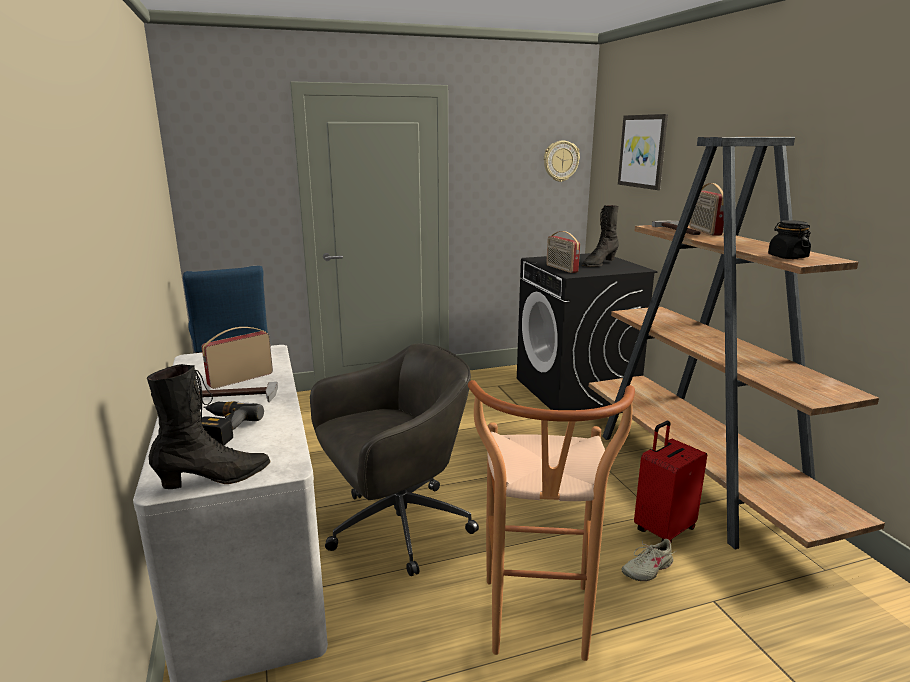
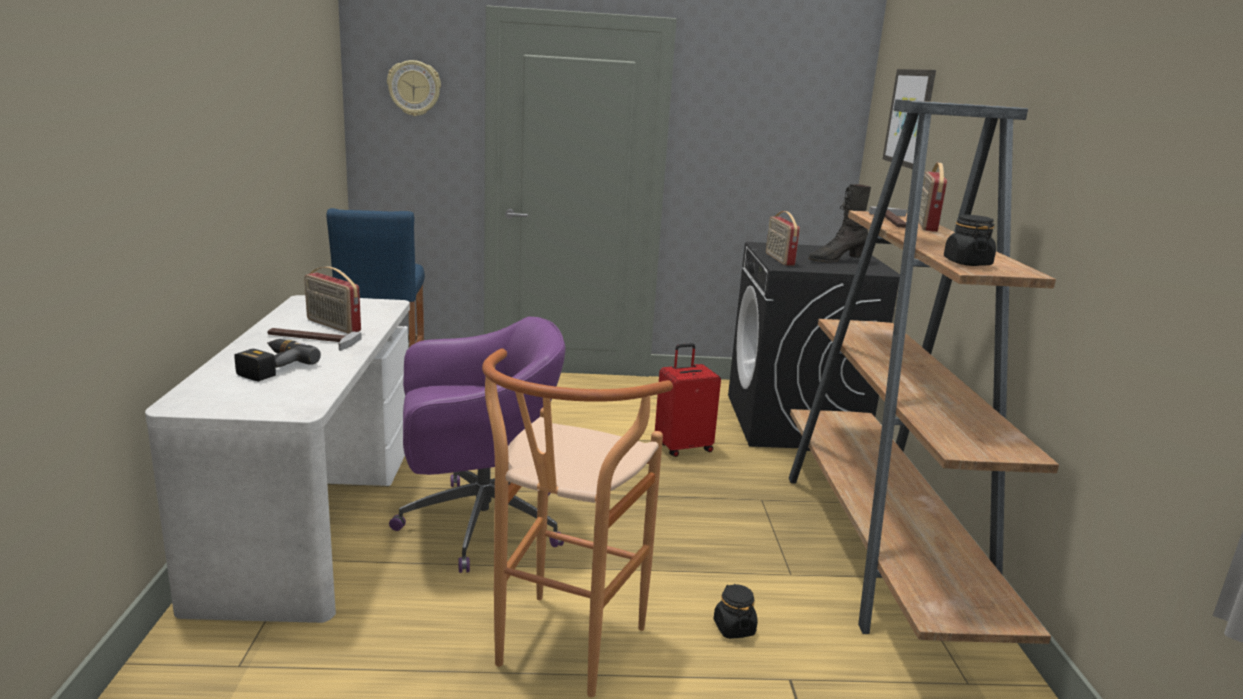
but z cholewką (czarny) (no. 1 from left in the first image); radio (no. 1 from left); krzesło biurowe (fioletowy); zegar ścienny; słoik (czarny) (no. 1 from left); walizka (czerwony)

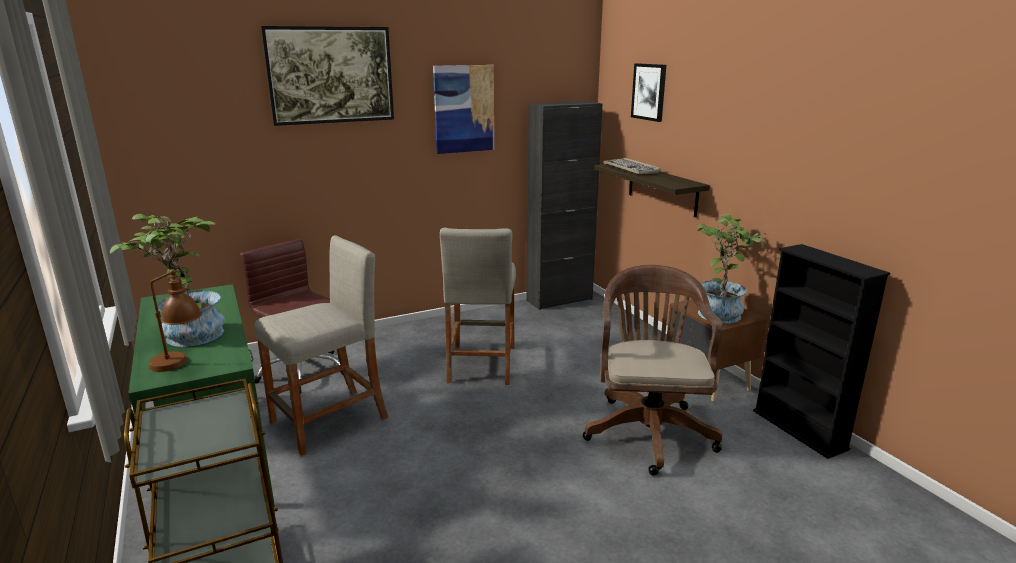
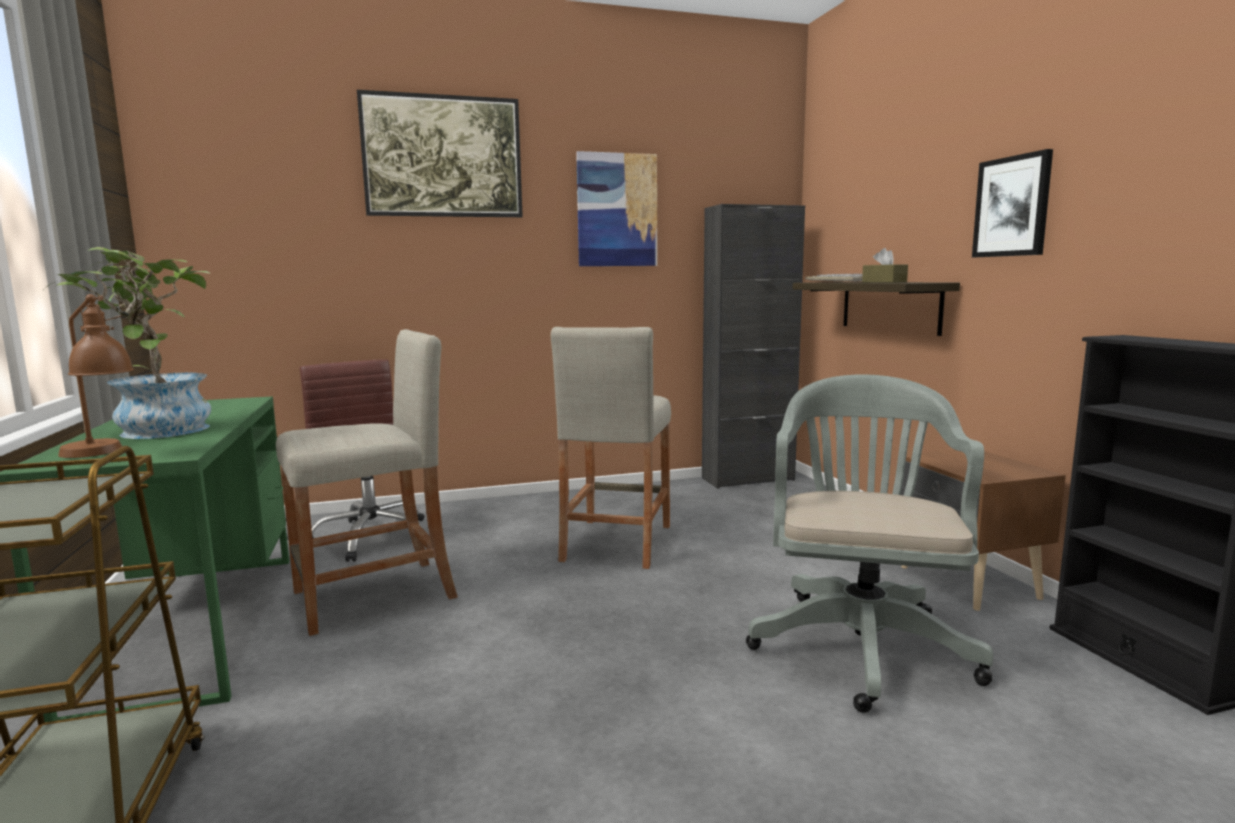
krzesło biurowe (szary); obraz (no. 3 from left); roślina doniczkowa (no. 2 from left in the first image); pudełko chusteczek (brązowy)

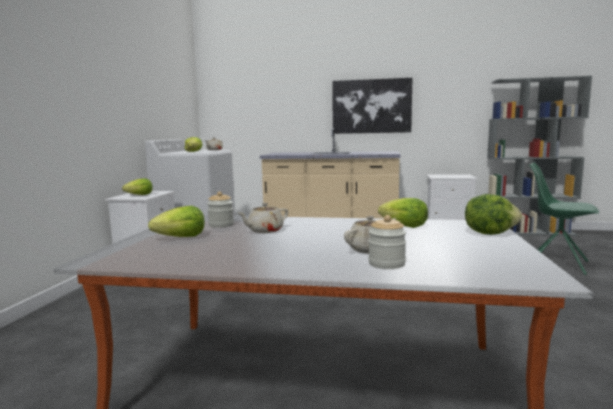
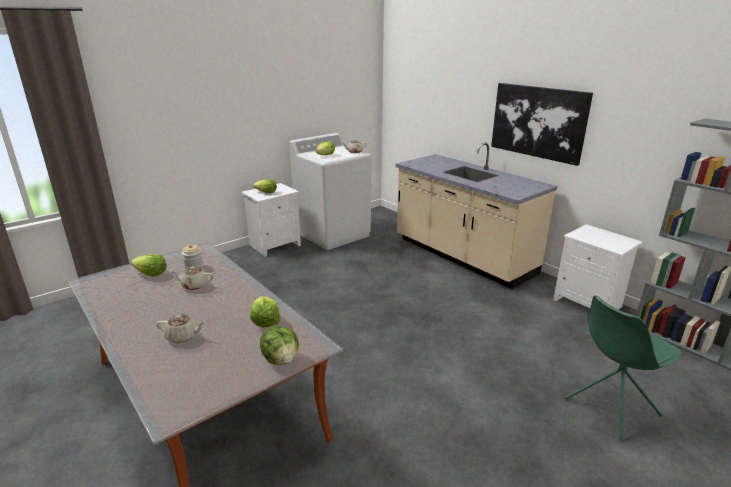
słoik (no. 2 from left in the first image); krzesło (zielony)

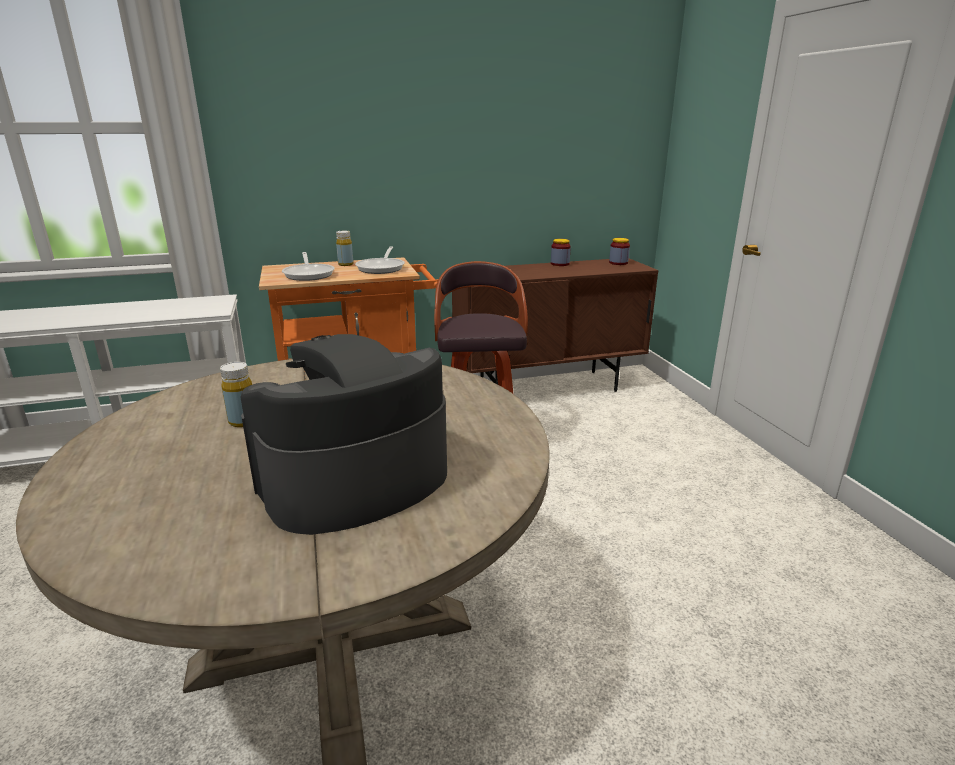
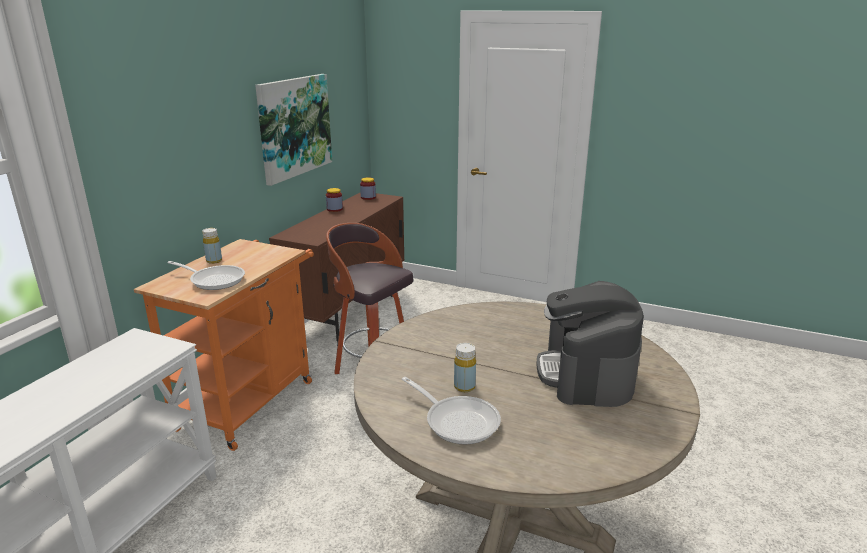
patelnia (no. 2 from left); obraz

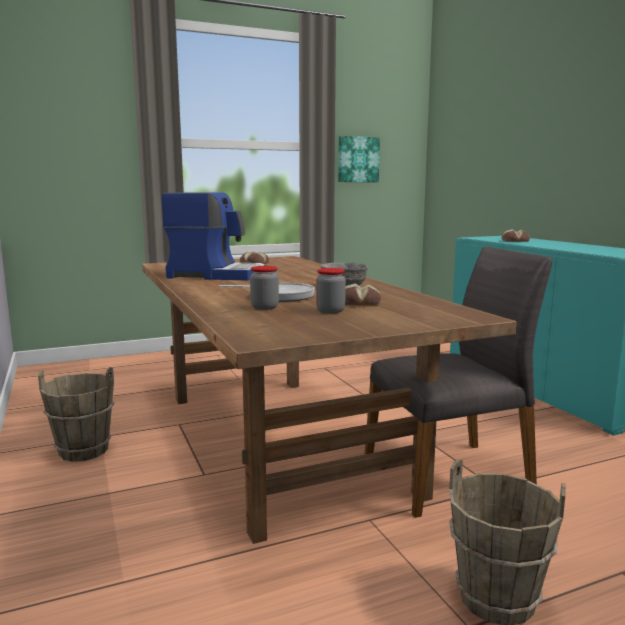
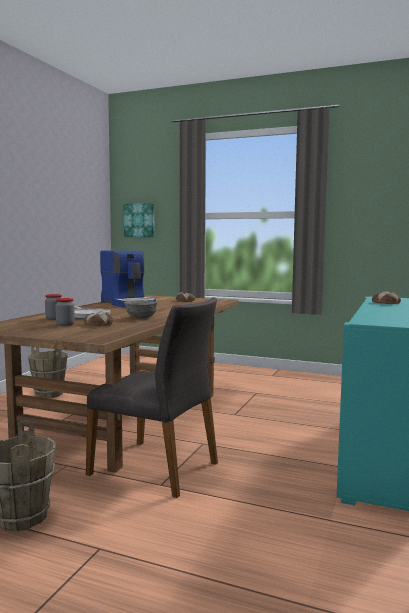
obraz

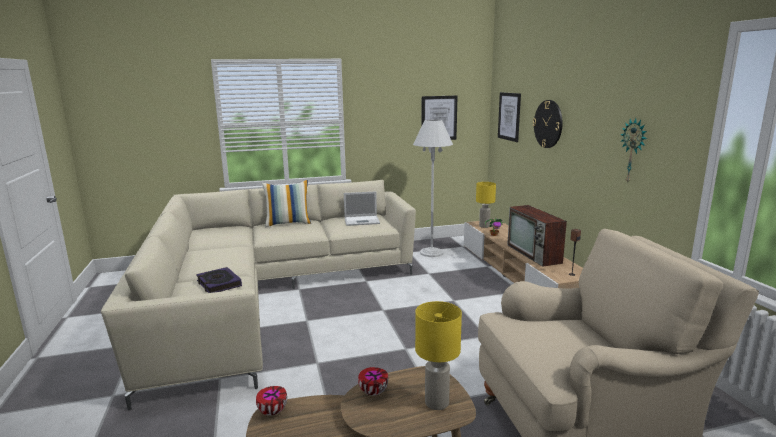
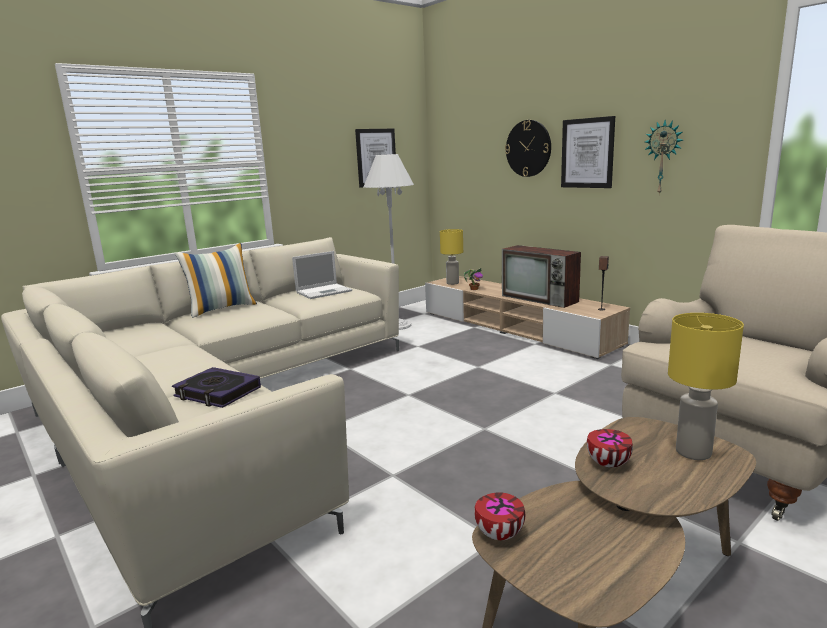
obraz (no. 2 from left)

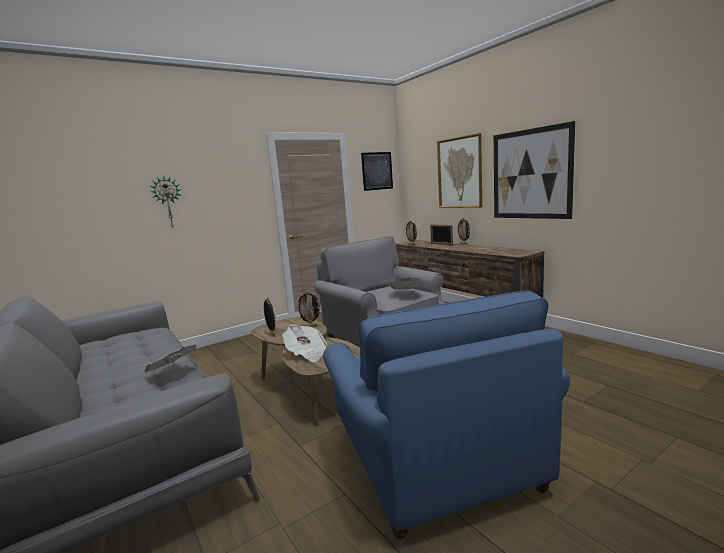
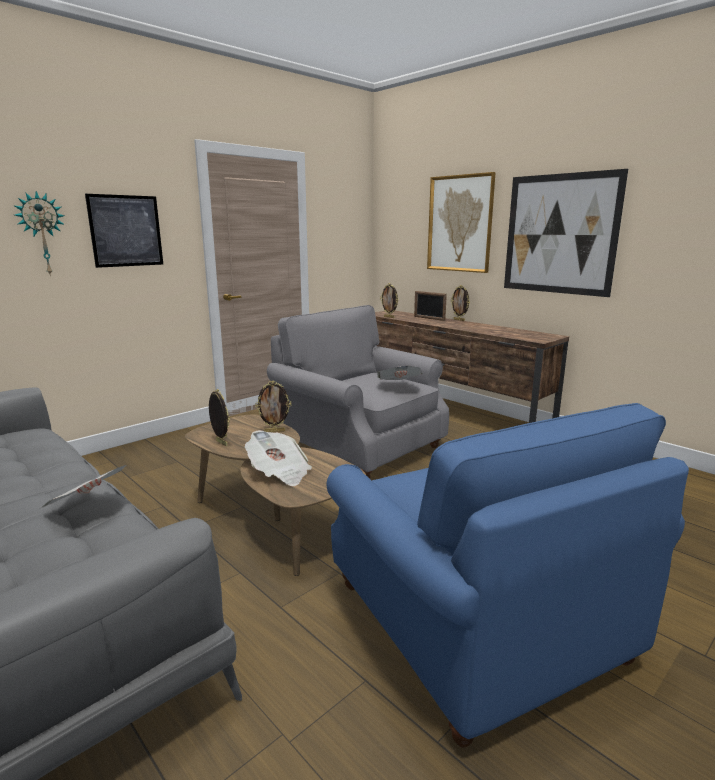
obraz (no. 1 from left)

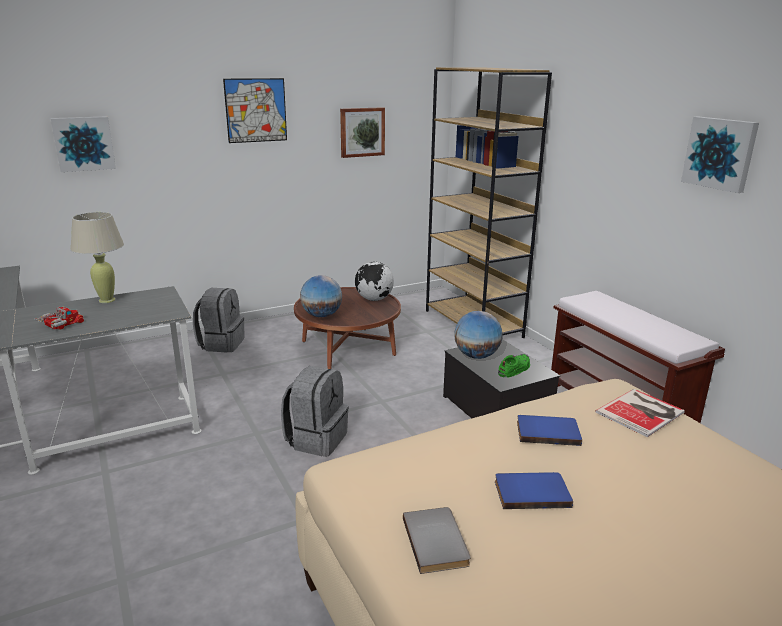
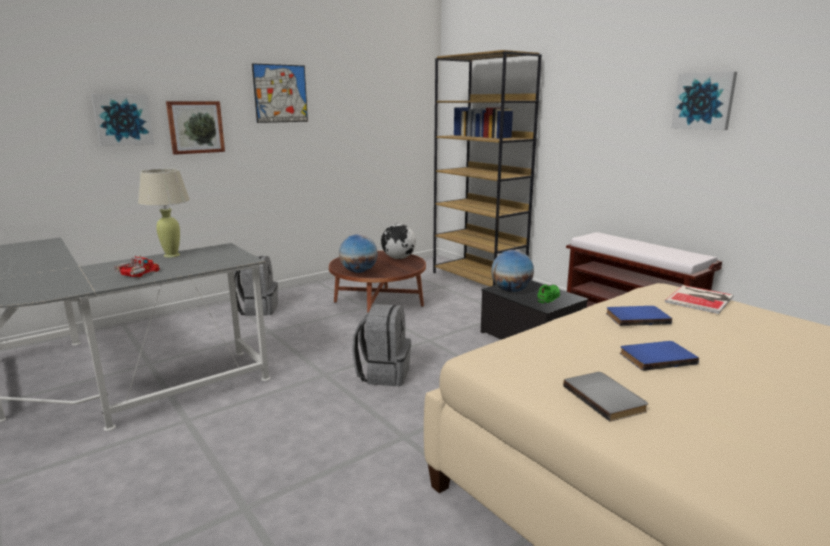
obraz (no. 2 from left)

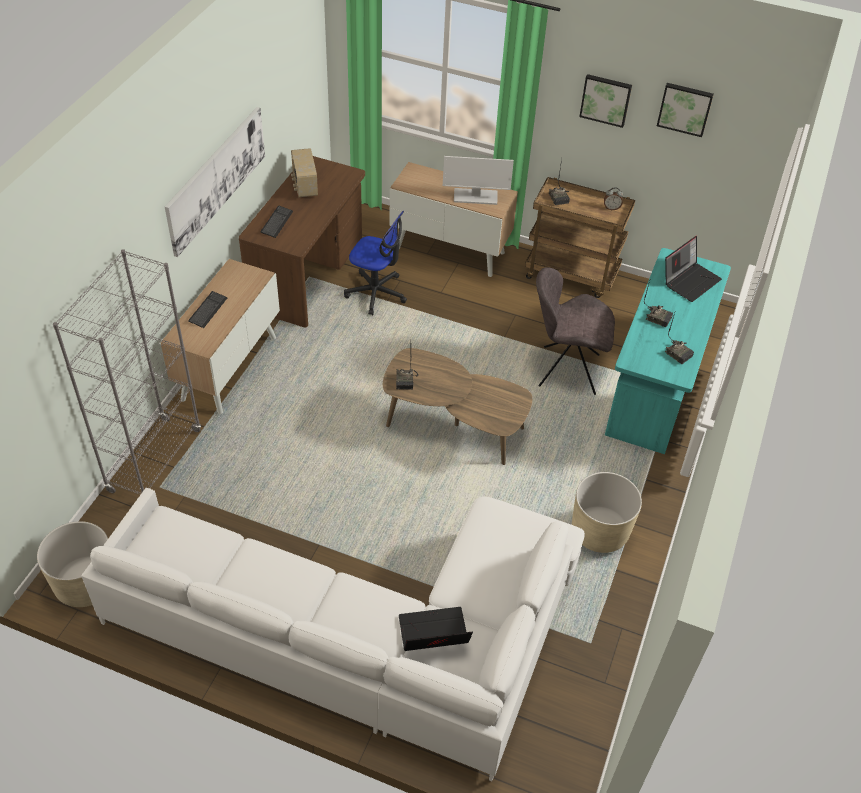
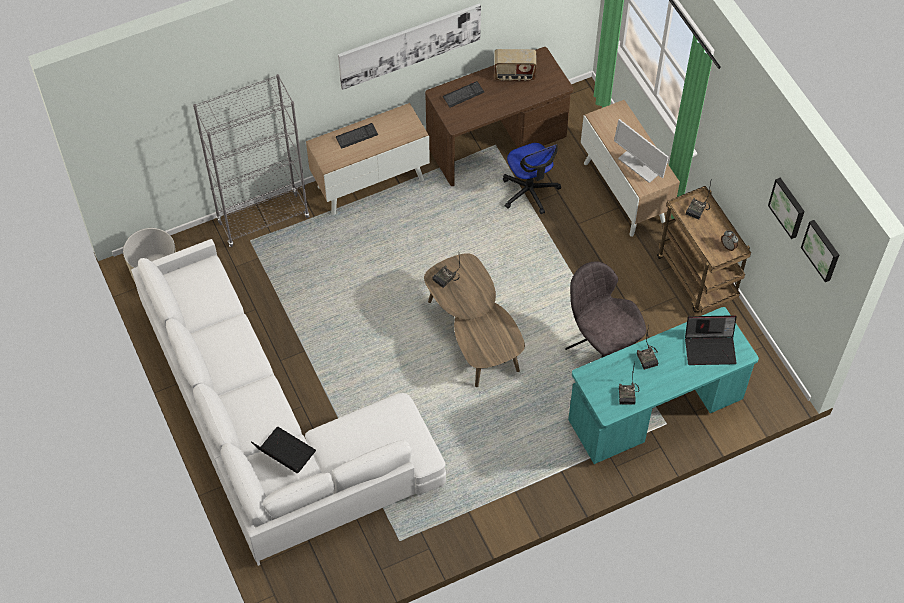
radio (no. 2 from left); donica (beżowy) (no. 2 from left in the first image); obraz (no. 3 from left)

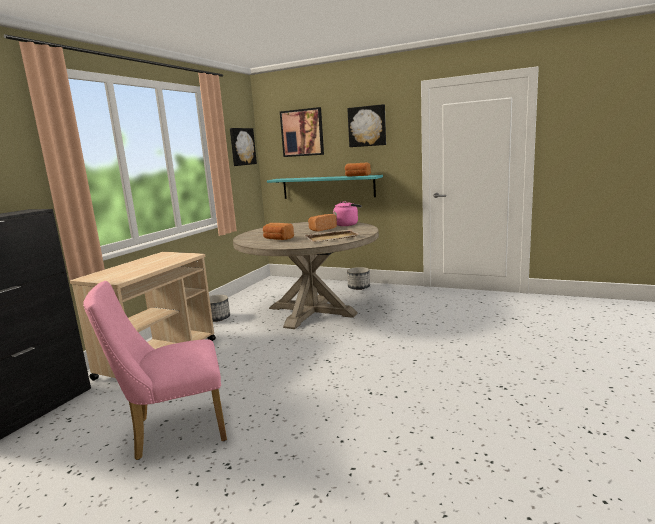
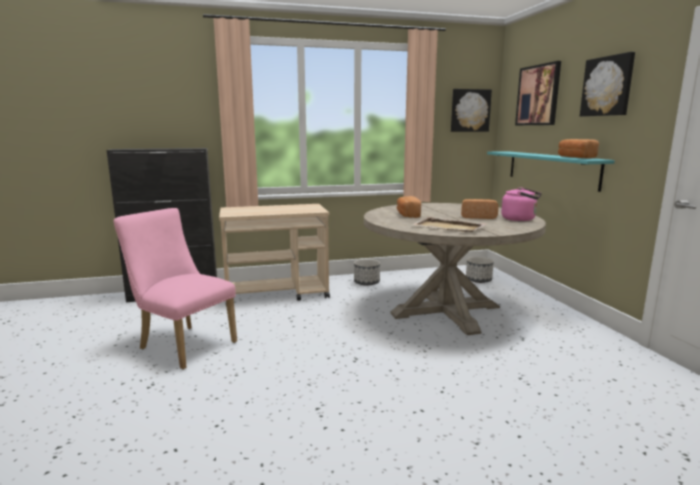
donica (no. 2 from left)

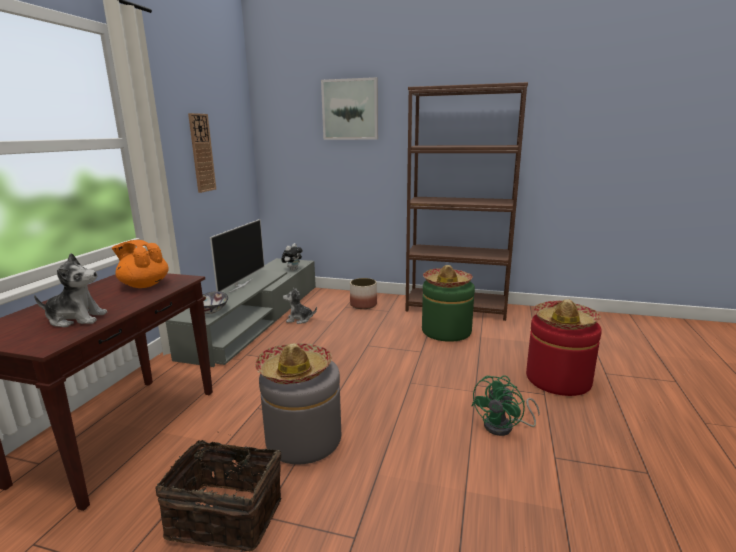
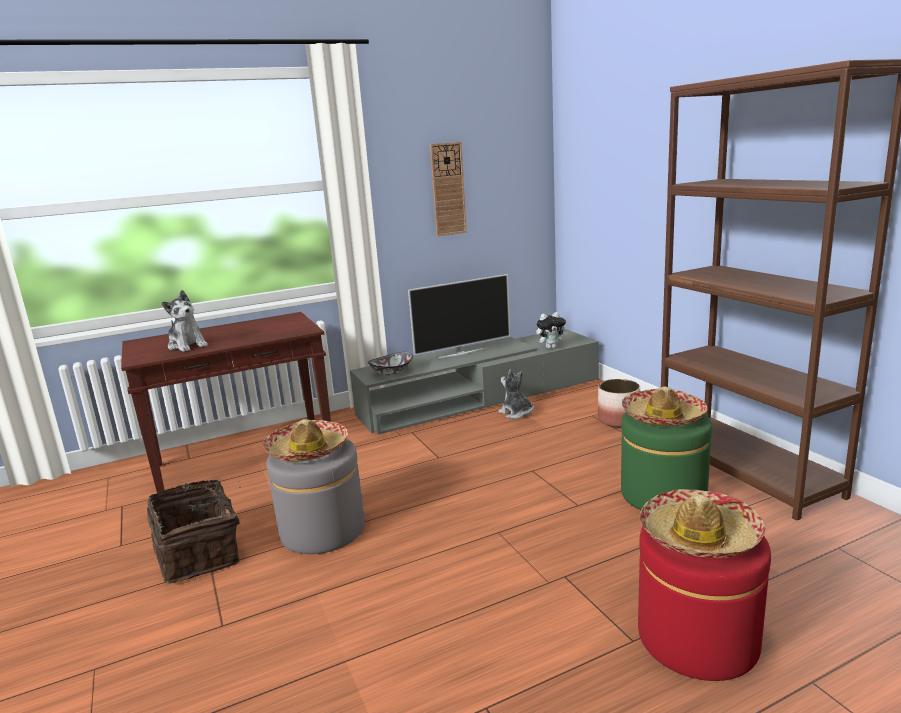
imbryk (pomarańczowy); obraz; wentylator (zielony)

